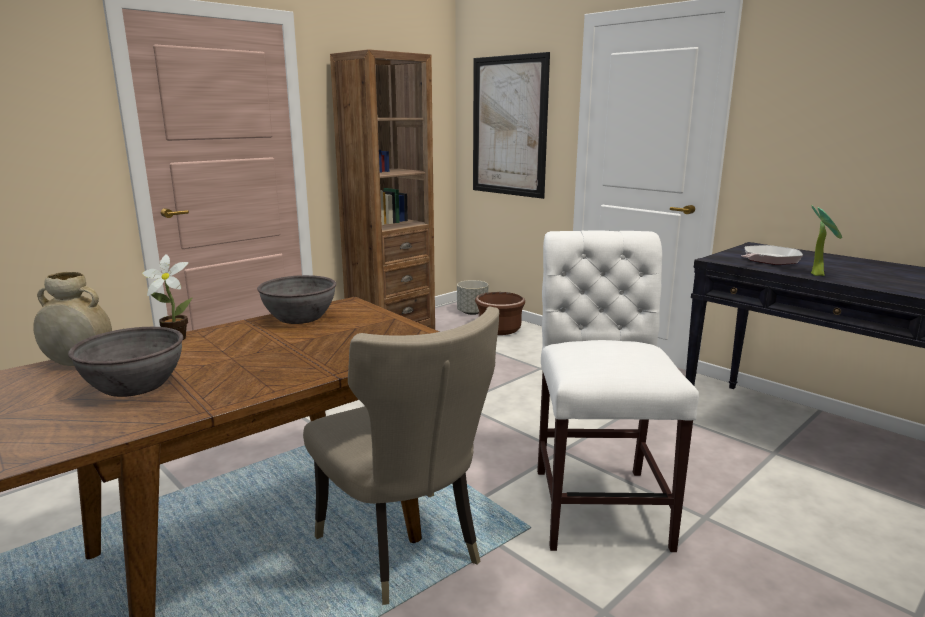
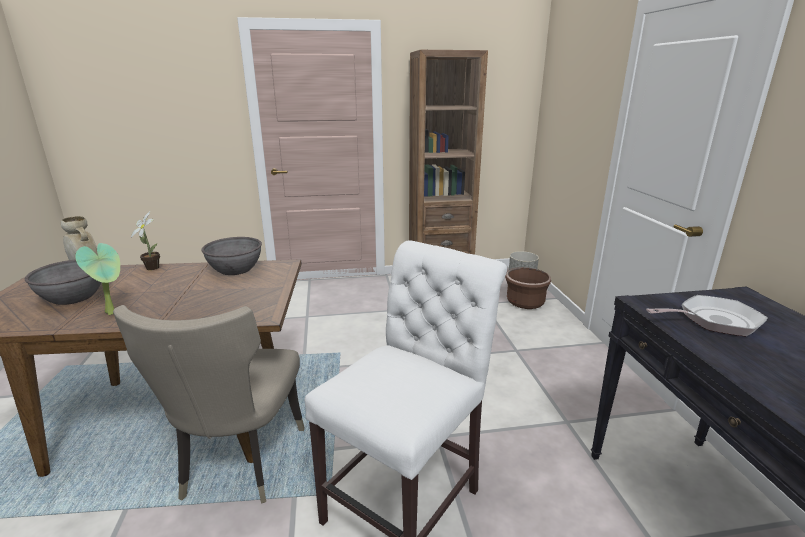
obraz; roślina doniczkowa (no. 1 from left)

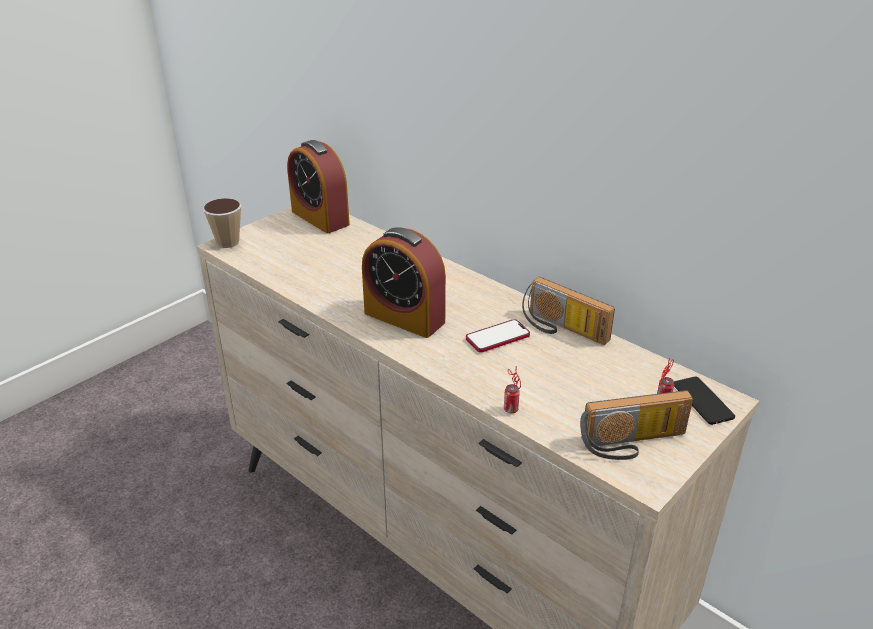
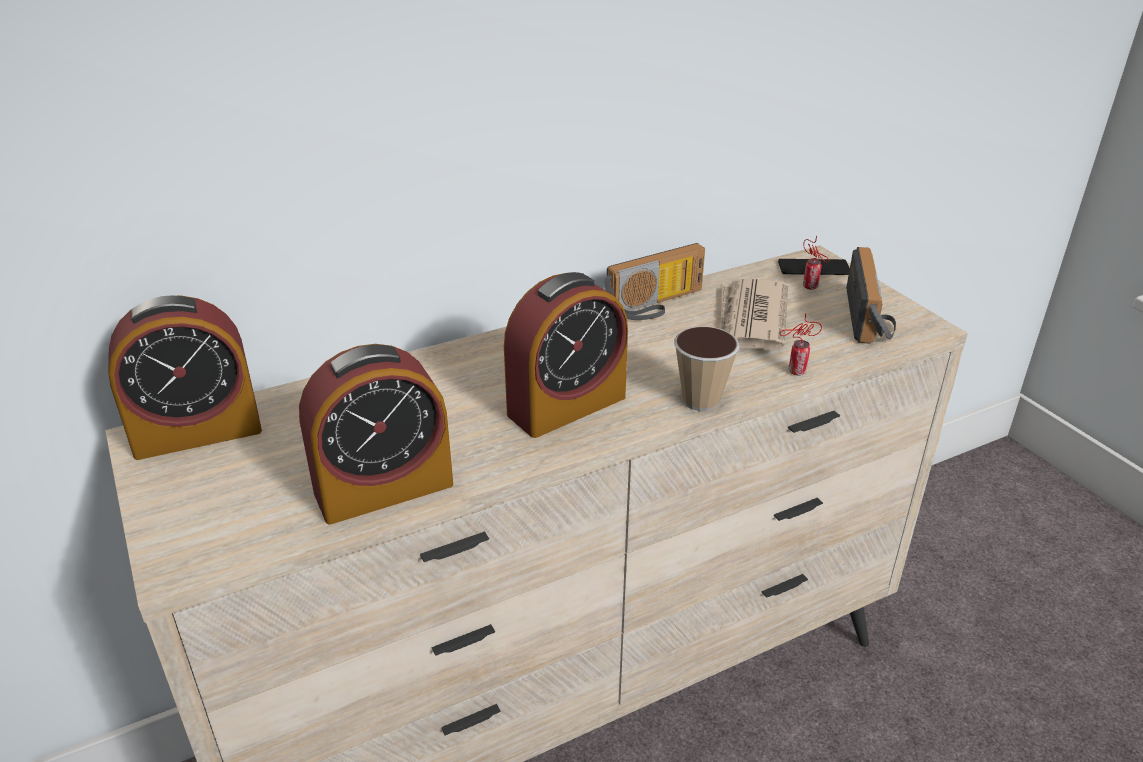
filiżanka; telefon (no. 1 from left in the first image); budzik (no. 2 from left); gazeta

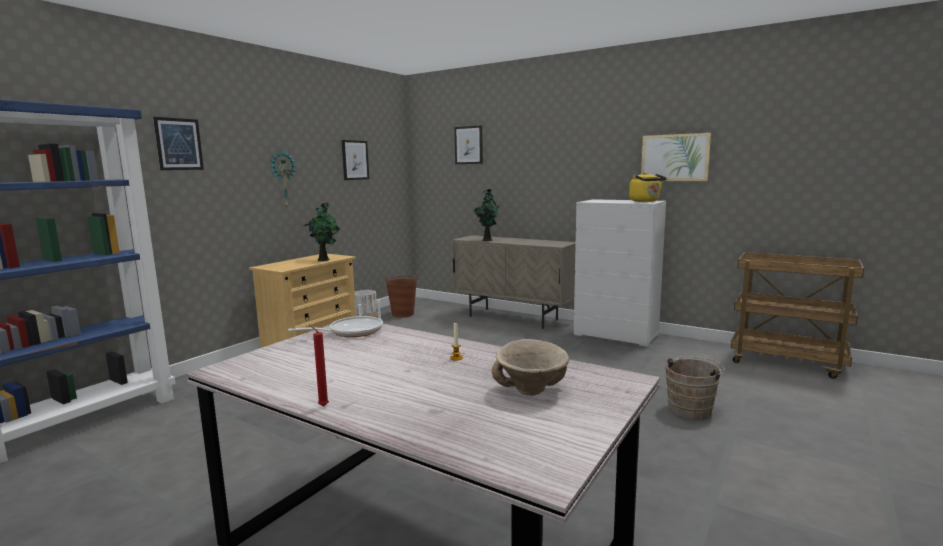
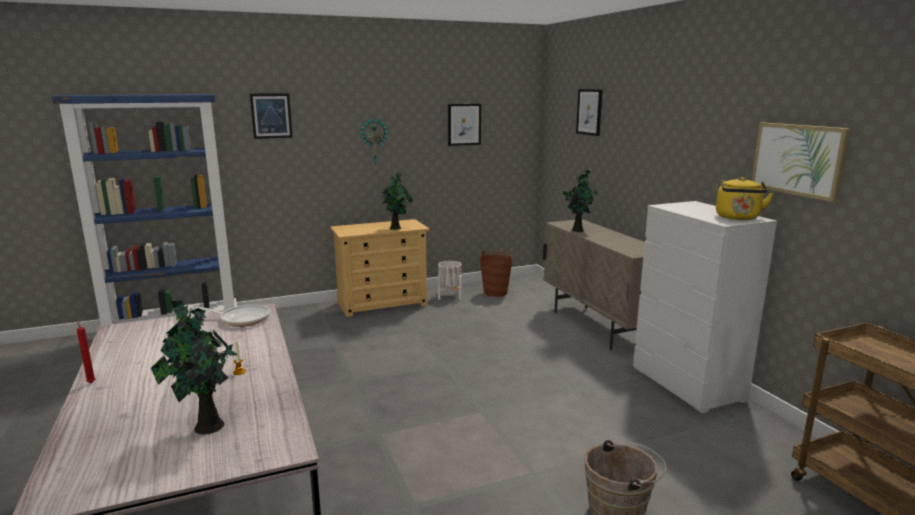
roślina doniczkowa (no. 1 from left)

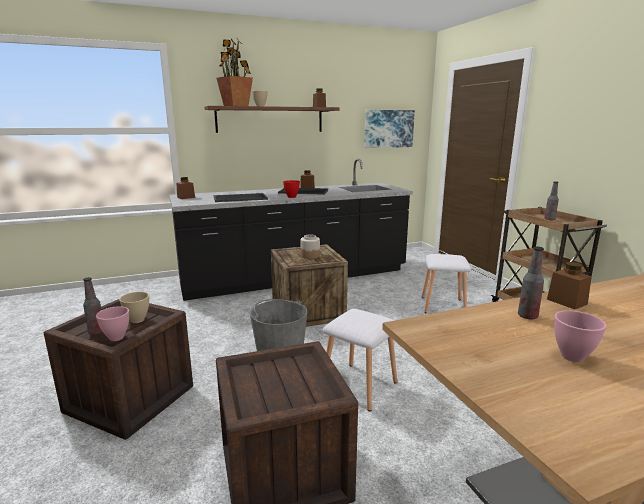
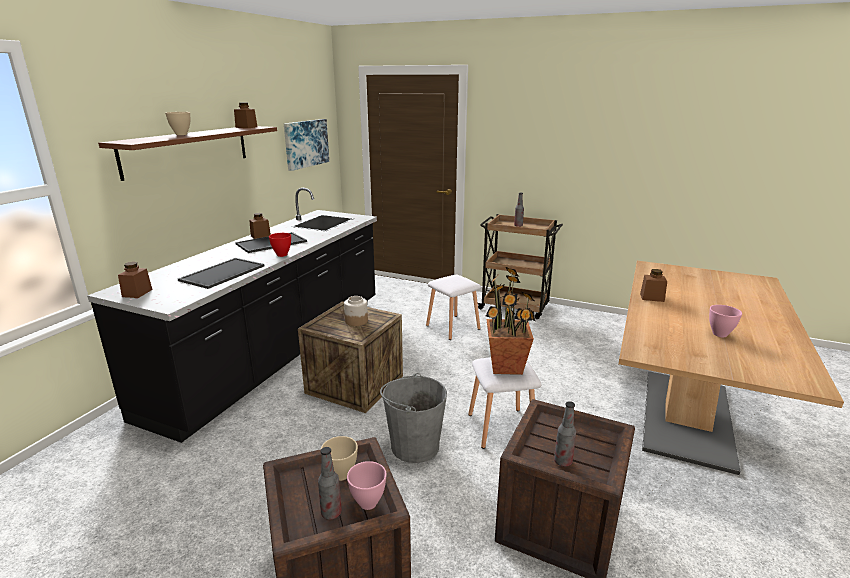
roślina doniczkowa; butelka (no. 3 from left)

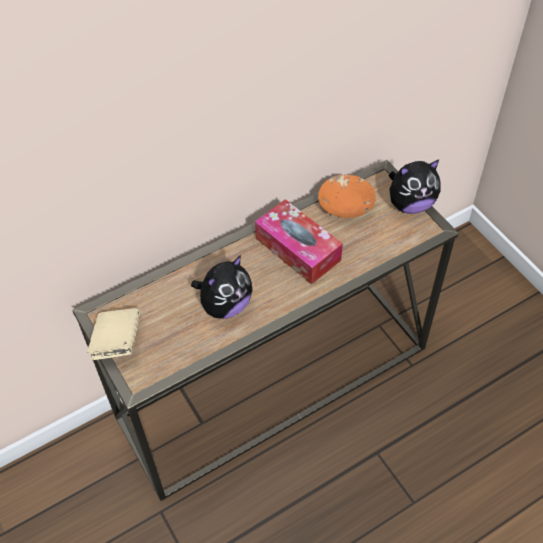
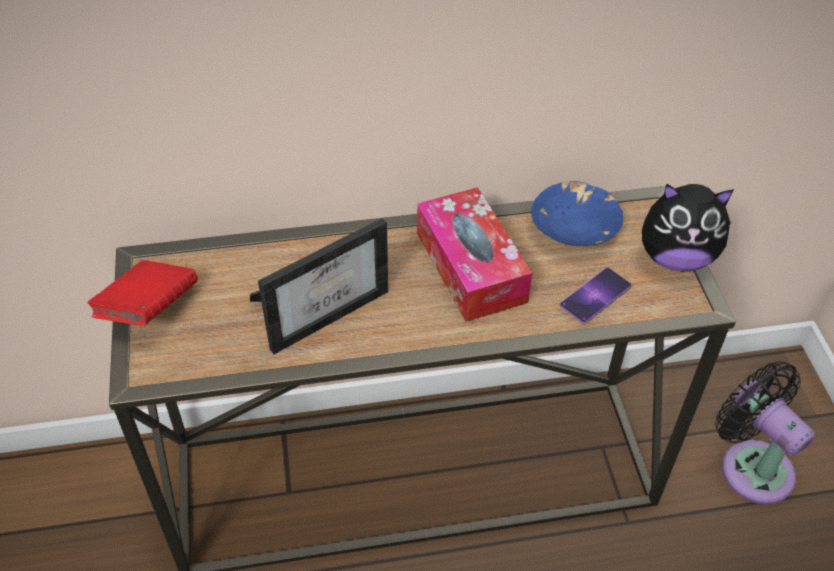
książka (czerwony); ramka na zdjęcie; miska (niebieski); telefon; wentylator (czarny)

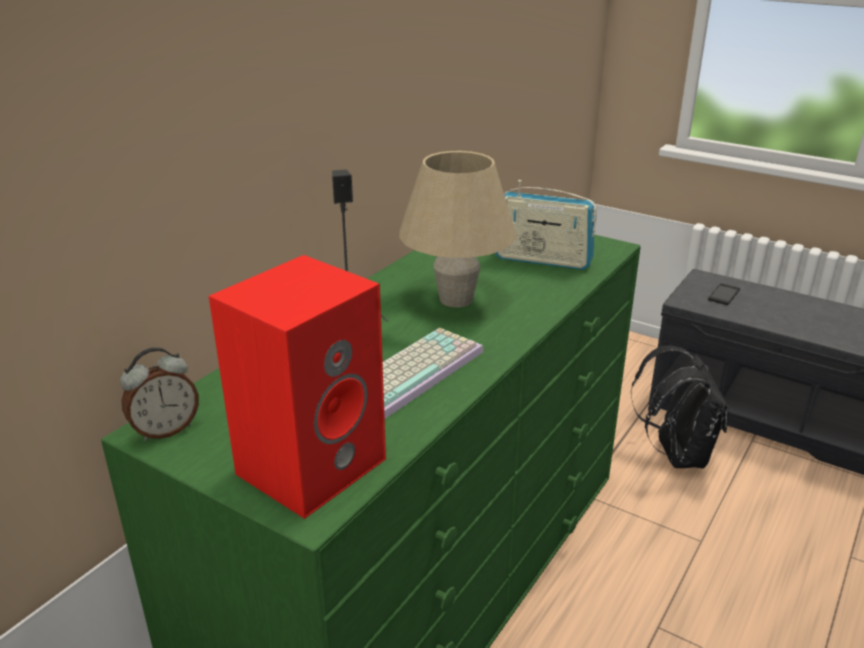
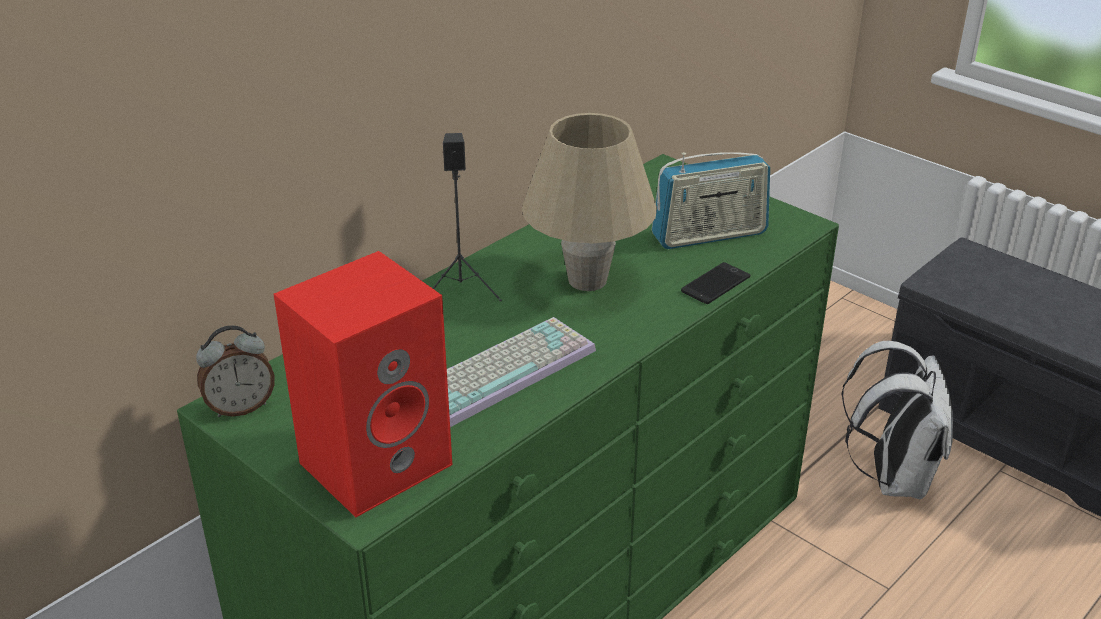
radio; plecak (biały); telefon

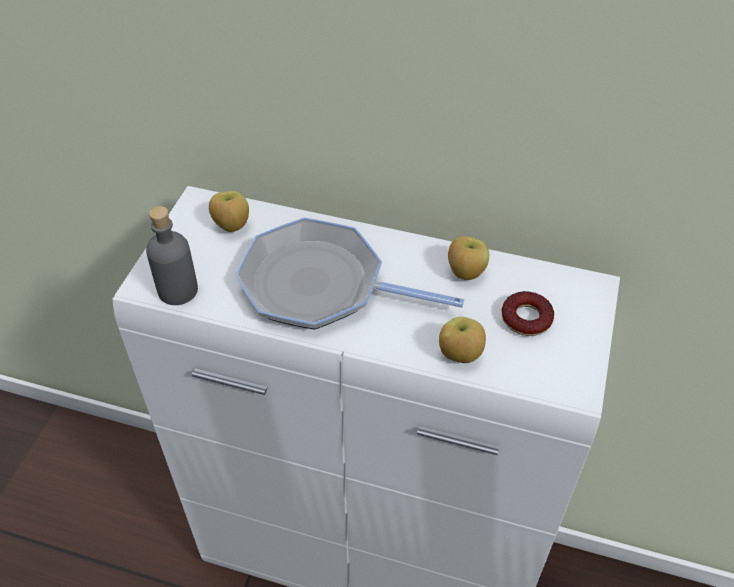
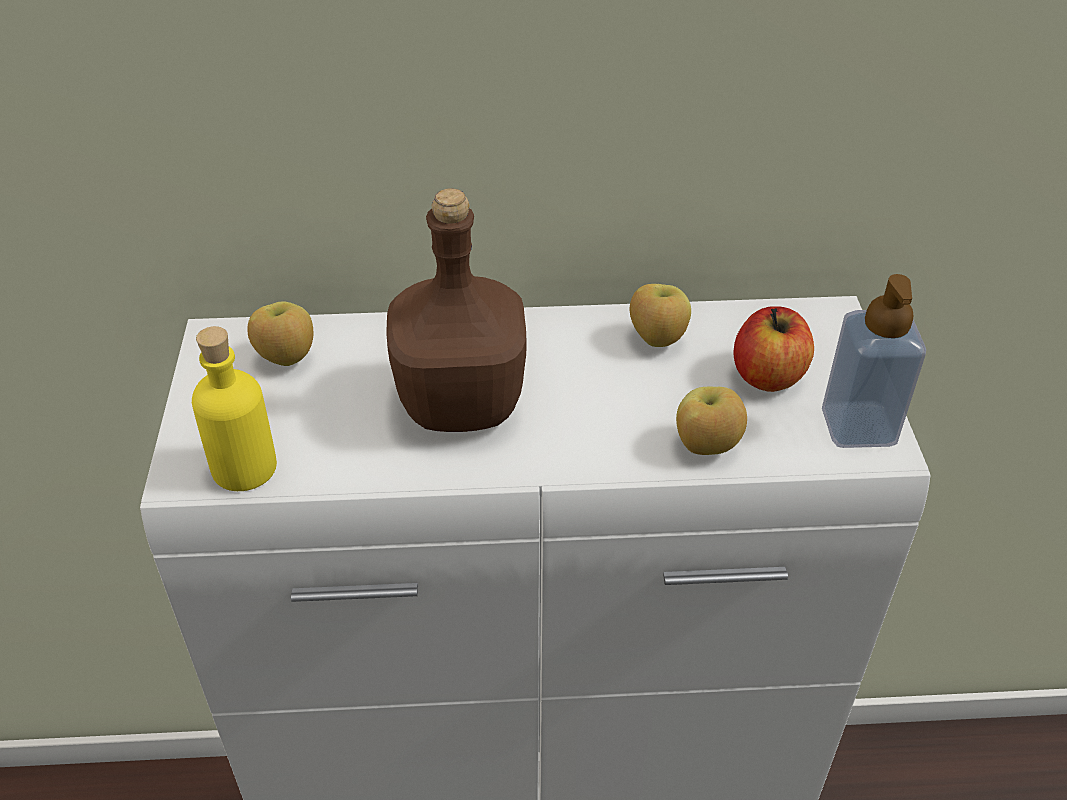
butelka (żółty); butelka (brązowy); jabłko (no. 4 from left); dozownik mydła

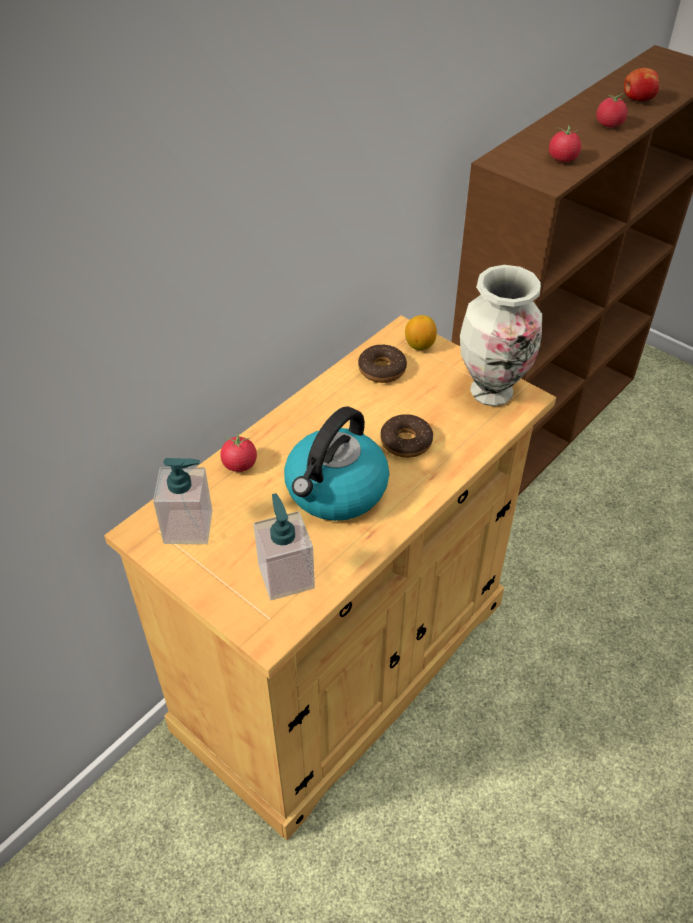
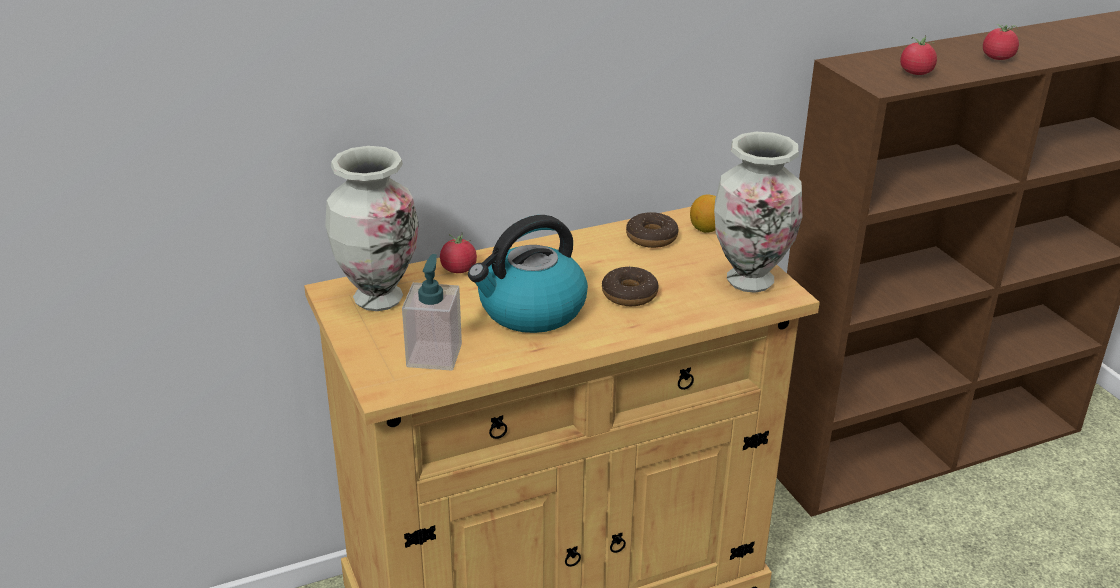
wazon (no. 1 from left); jabłko

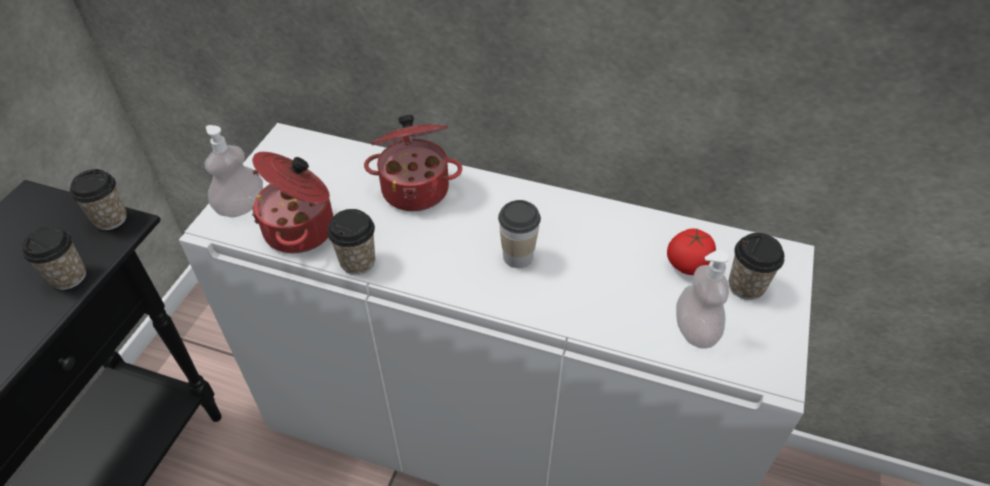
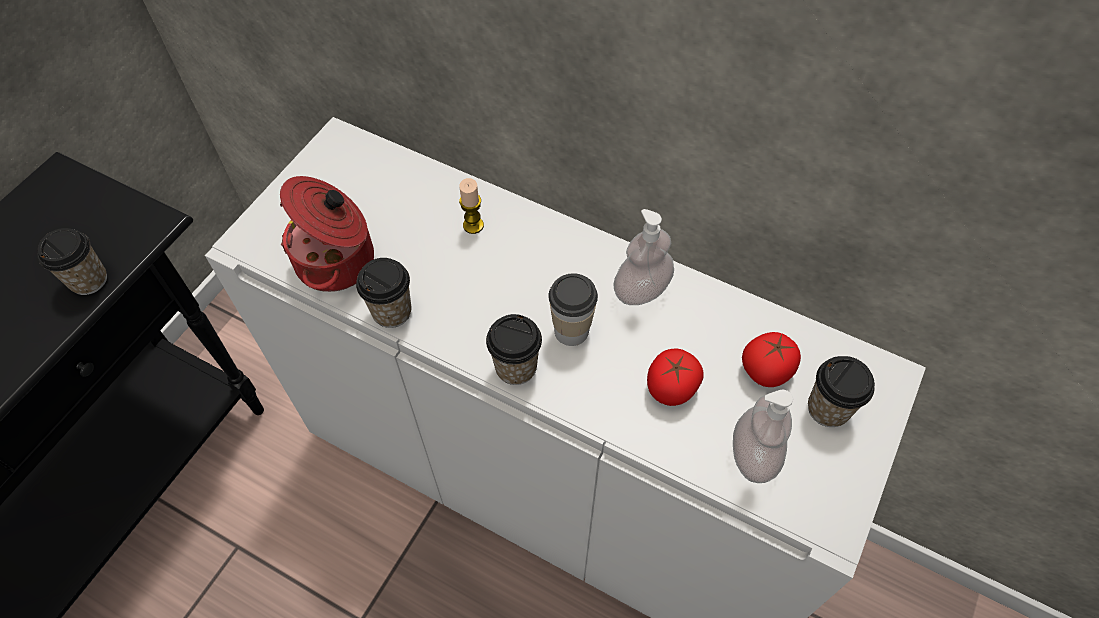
filiżanka (no. 3 from left); dozownik mydła (no. 1 from left); świeca; pomidor (no. 1 from left)

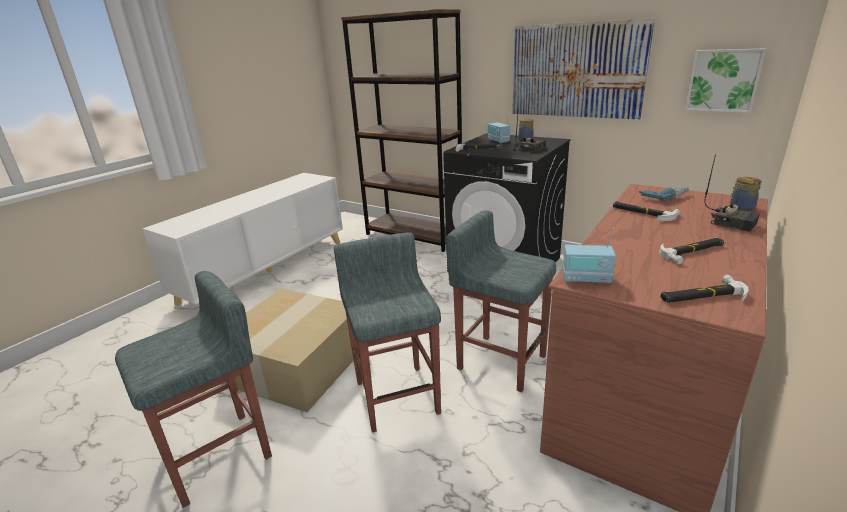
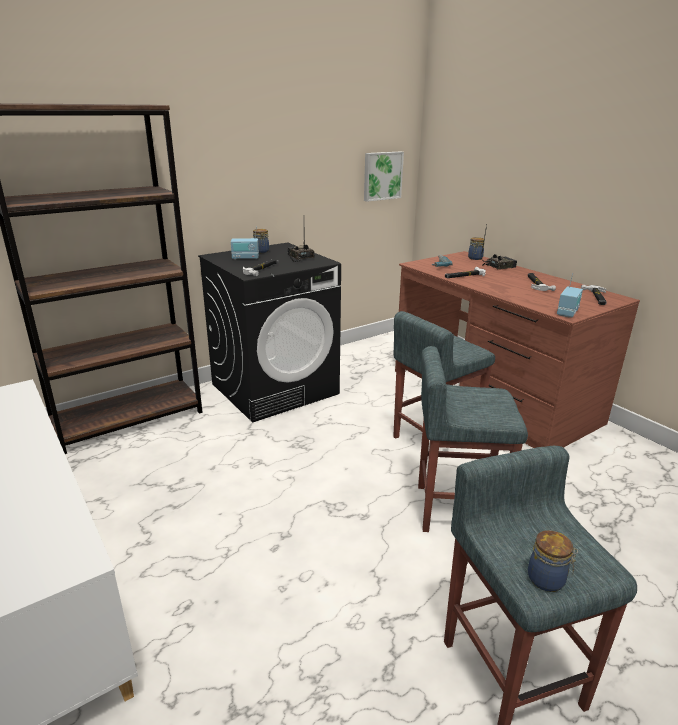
karton; obraz (no. 1 from left in the first image); słoik (no. 3 from left)

